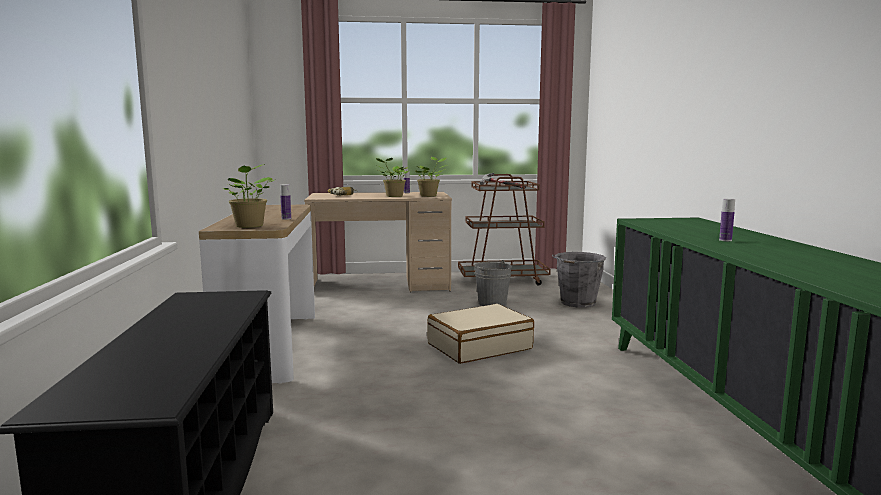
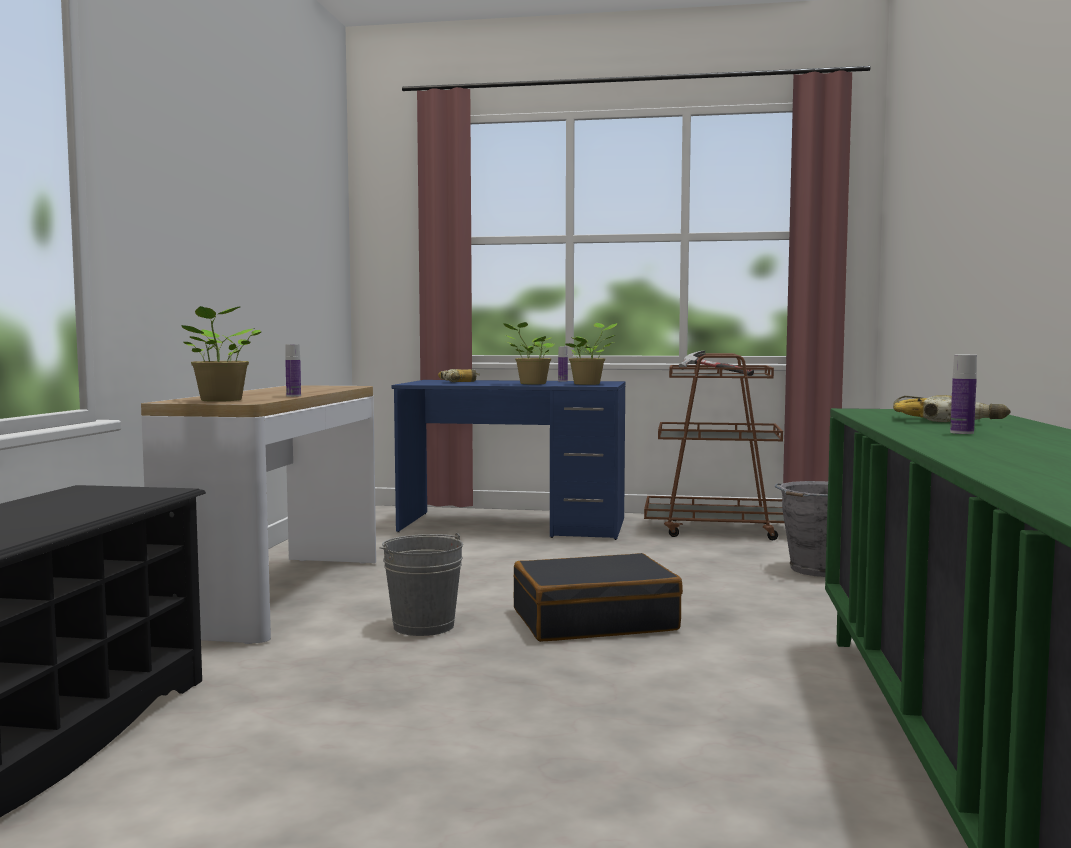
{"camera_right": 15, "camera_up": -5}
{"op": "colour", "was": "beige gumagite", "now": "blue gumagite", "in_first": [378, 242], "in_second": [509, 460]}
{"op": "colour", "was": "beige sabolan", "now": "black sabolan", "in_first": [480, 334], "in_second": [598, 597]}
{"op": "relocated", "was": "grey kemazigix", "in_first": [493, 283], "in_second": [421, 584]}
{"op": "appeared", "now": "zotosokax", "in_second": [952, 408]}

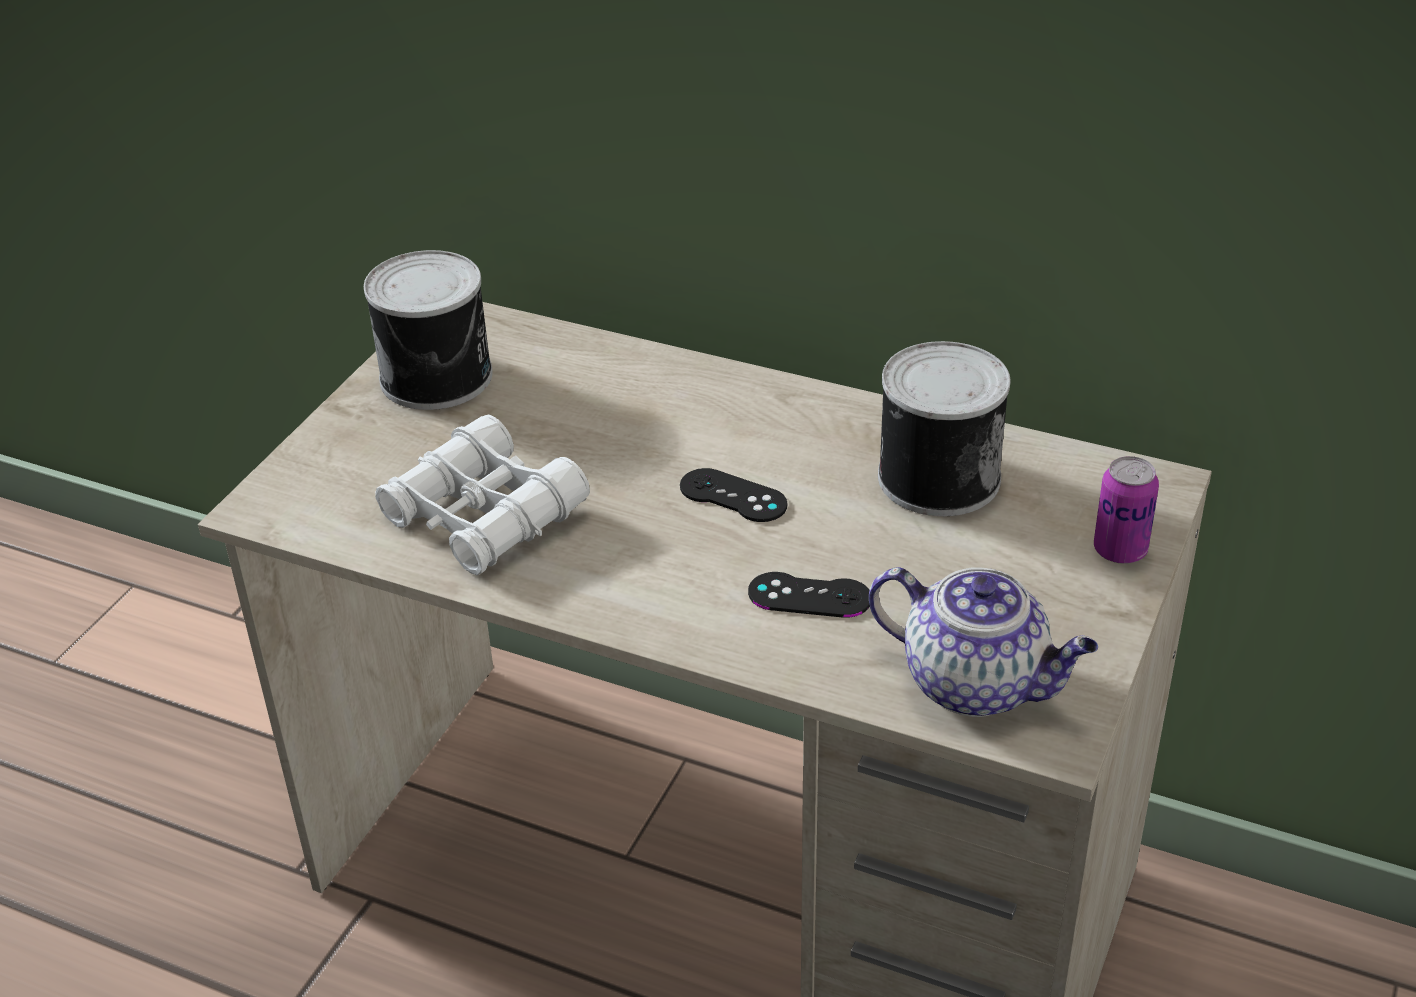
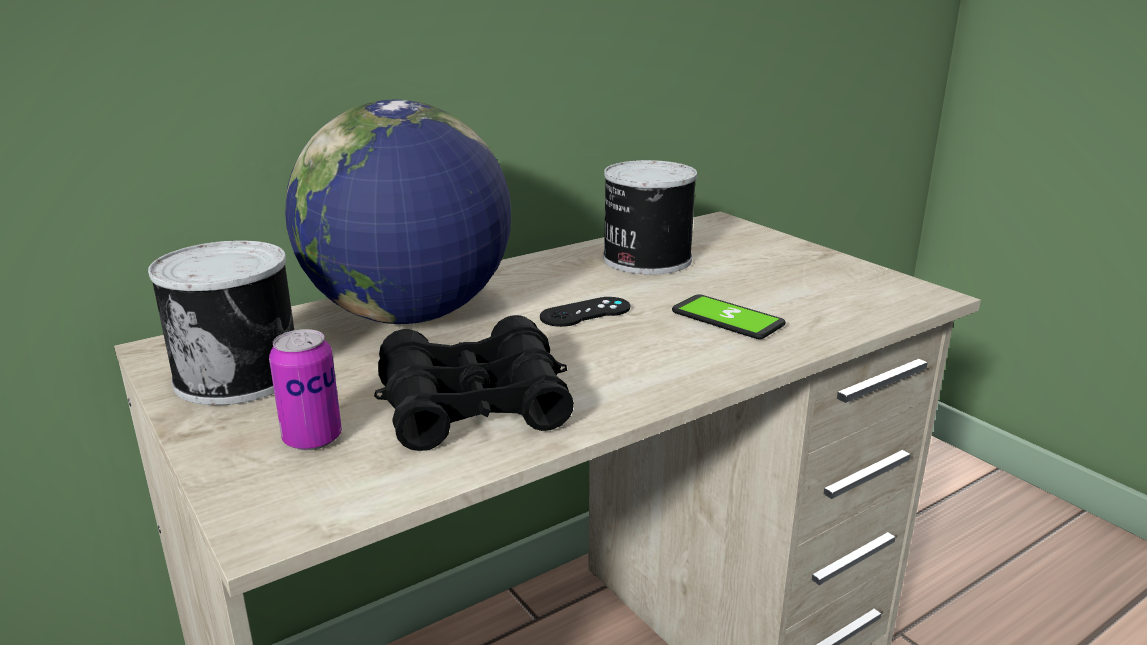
{"camera_right": -60, "camera_up": -15}
{"op": "colour", "was": "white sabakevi", "now": "black sabakevi", "in_first": [482, 495], "in_second": [474, 383]}
{"op": "exchanged", "was": "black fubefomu", "now": "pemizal", "in_first": [809, 595], "in_second": [729, 316]}
{"op": "missing", "was": "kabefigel", "in_first": [983, 642]}
{"op": "relocated", "was": "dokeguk", "in_first": [1126, 510], "in_second": [305, 389]}
{"op": "appeared", "now": "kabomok", "in_second": [398, 212]}

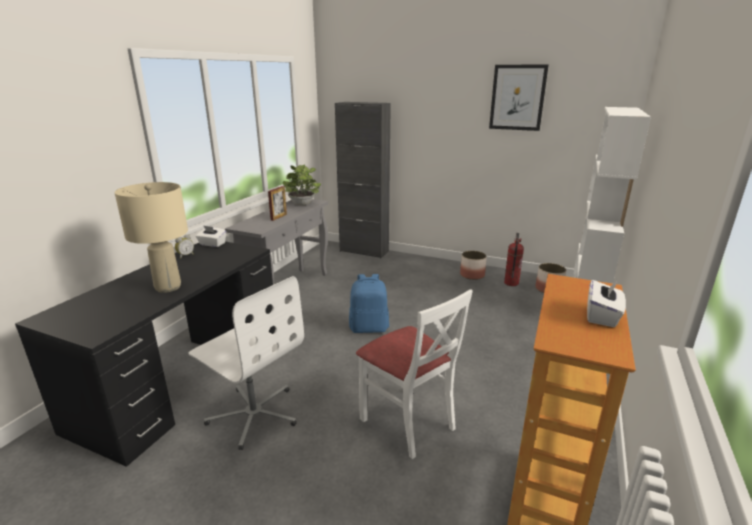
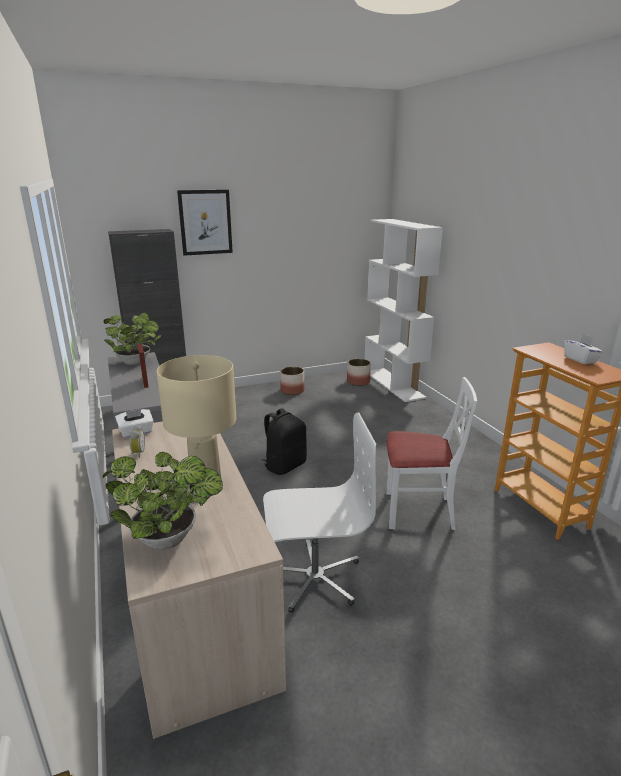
{"camera_right": -45, "camera_up": 0}
{"op": "colour", "was": "black gumagite", "now": "beige gumagite", "in_first": [145, 354], "in_second": [199, 580]}
{"op": "colour", "was": "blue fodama", "now": "black fodama", "in_first": [369, 303], "in_second": [284, 441]}
{"op": "relocated", "was": "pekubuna", "in_first": [519, 97], "in_second": [205, 223]}
{"op": "missing", "was": "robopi", "in_first": [514, 259]}
{"op": "appeared", "now": "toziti", "in_second": [162, 501]}

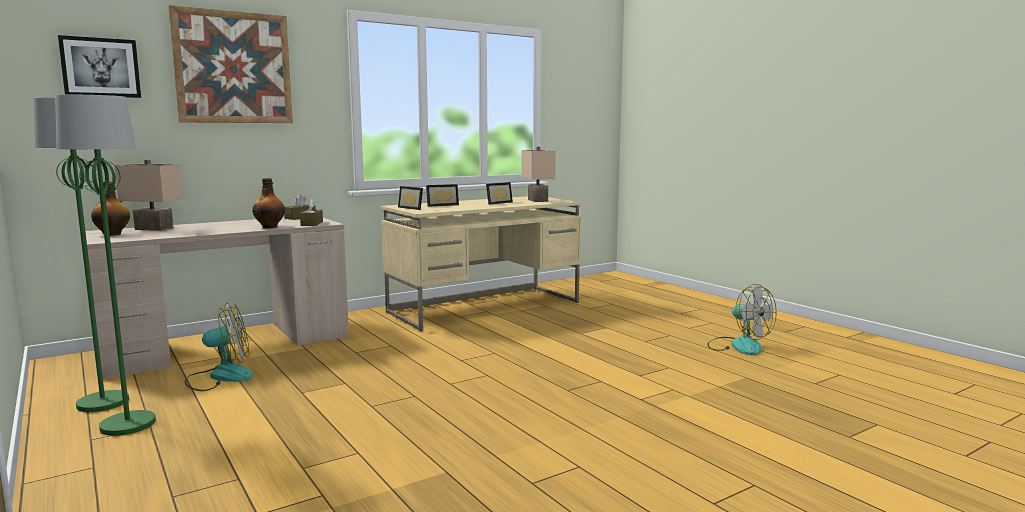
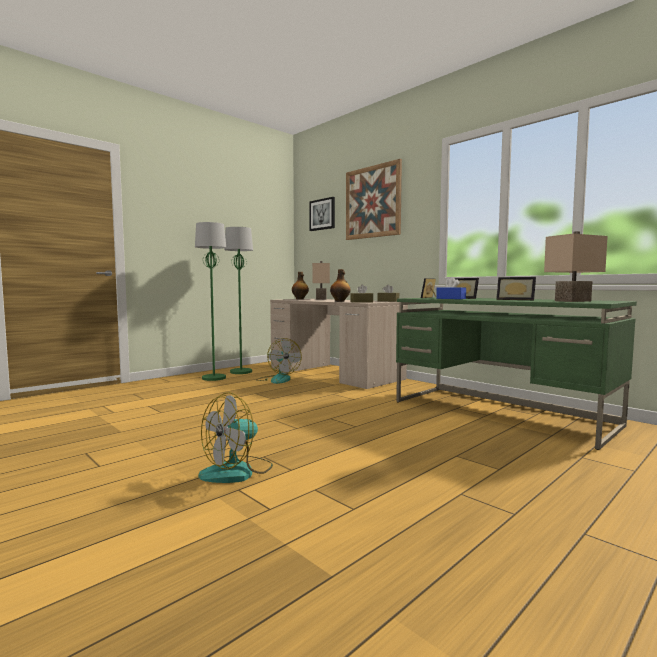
{"camera_right": 80, "camera_up": -5}
{"op": "colour", "was": "beige gumagite", "now": "green gumagite", "in_first": [481, 263], "in_second": [516, 373]}
{"op": "relocated", "was": "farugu", "in_first": [742, 319], "in_second": [235, 437]}
{"op": "appeared", "now": "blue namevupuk", "in_second": [451, 288]}

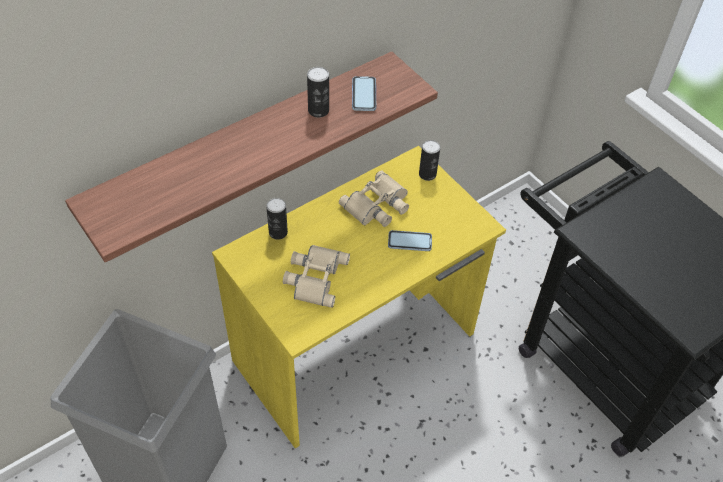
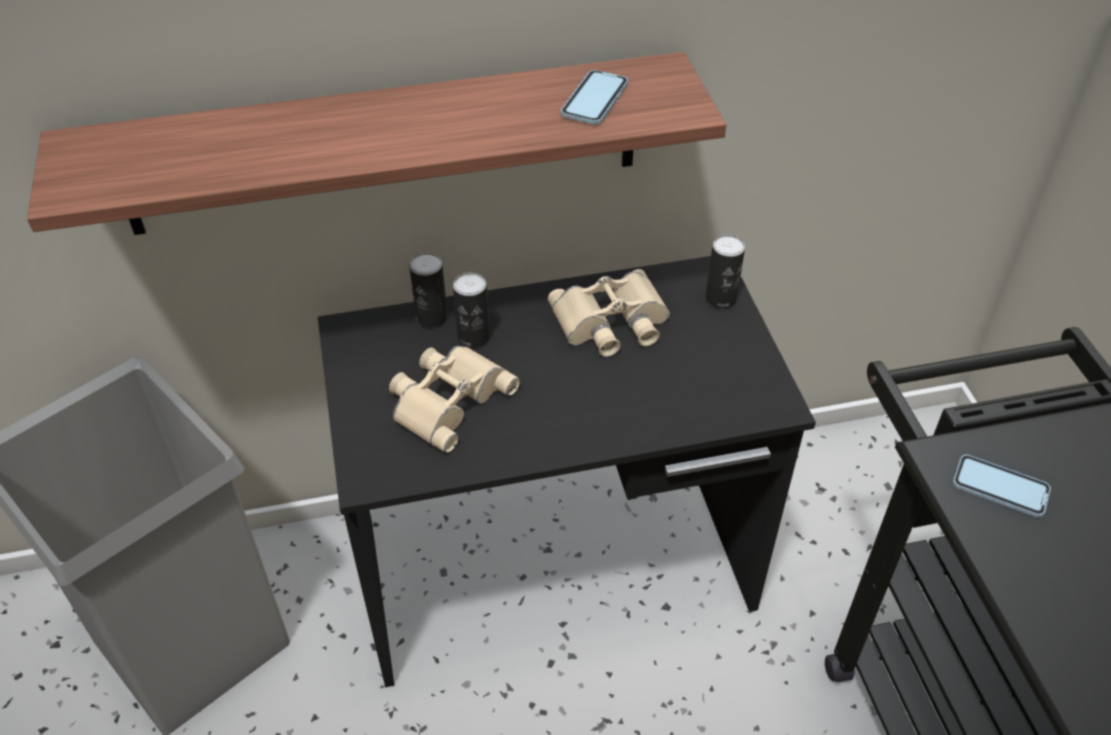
{"camera_right": 25, "camera_up": -5}
{"op": "colour", "was": "yellow gumagite", "now": "black gumagite", "in_first": [359, 297], "in_second": [567, 471]}
{"op": "relocated", "was": "dokeguk", "in_first": [318, 92], "in_second": [471, 310]}
{"op": "relocated", "was": "pemizal", "in_first": [410, 240], "in_second": [1002, 486]}

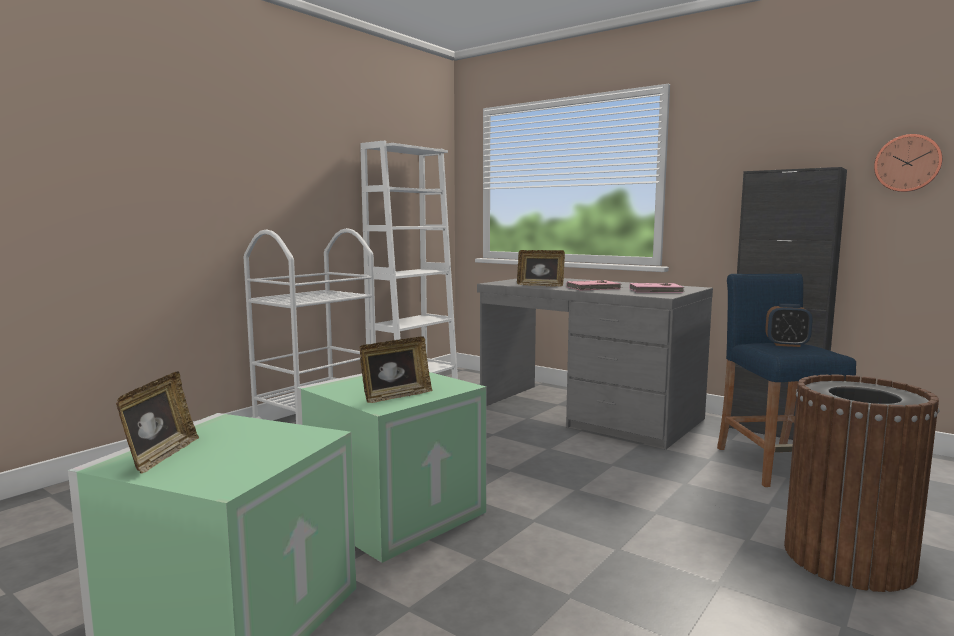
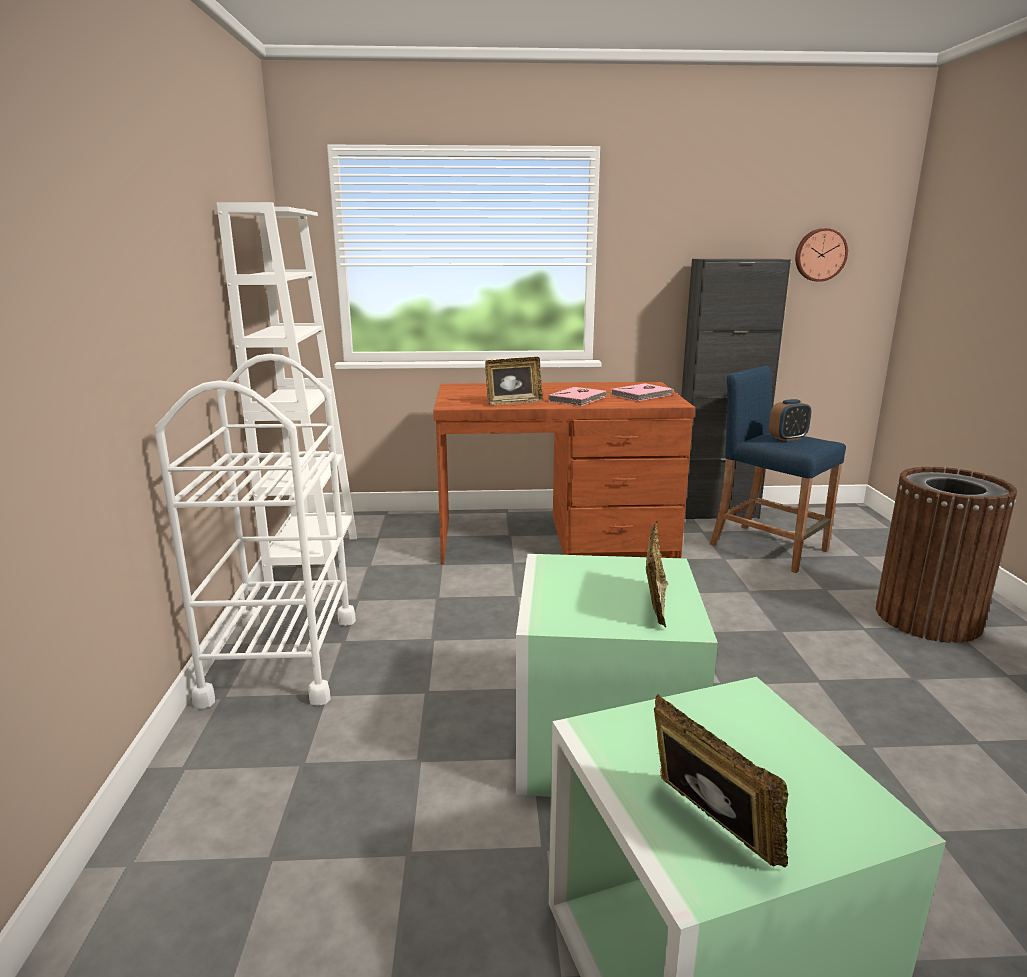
{"camera_right": -40, "camera_up": 10}
{"op": "colour", "was": "grey gumagite", "now": "brown gumagite", "in_first": [595, 364], "in_second": [564, 473]}

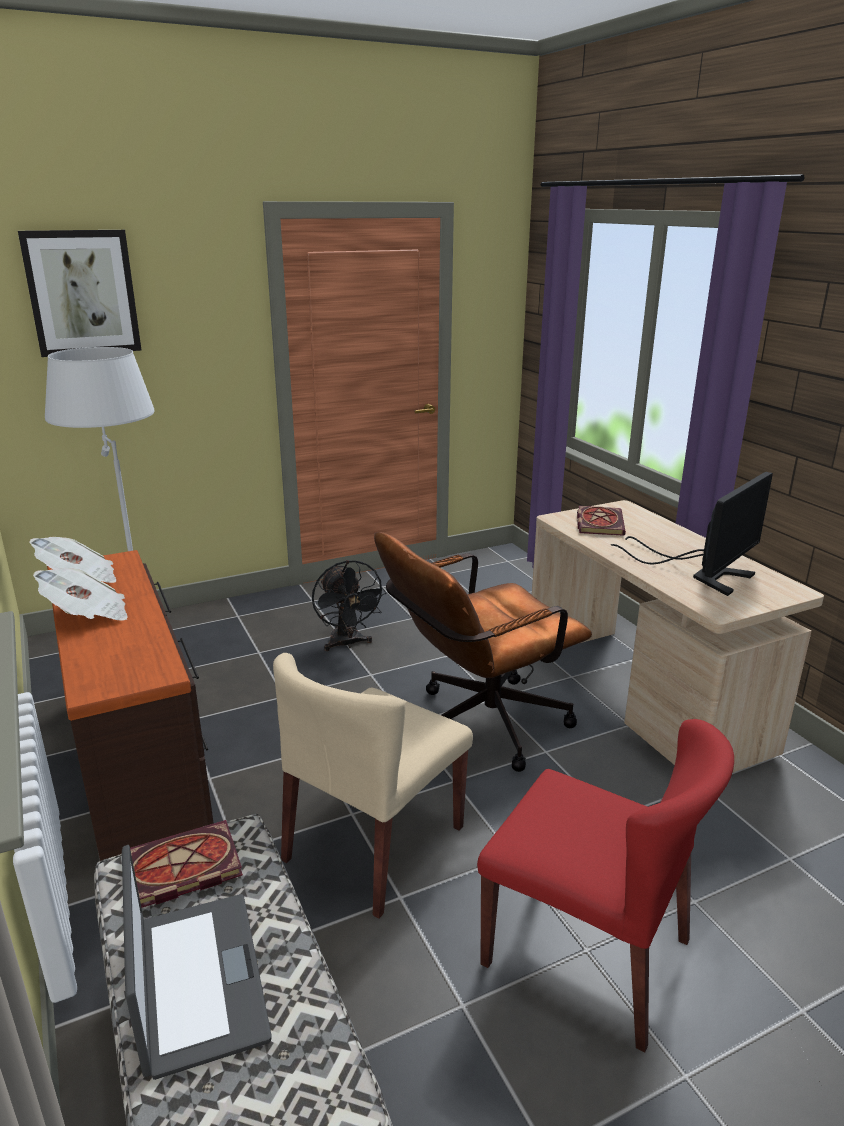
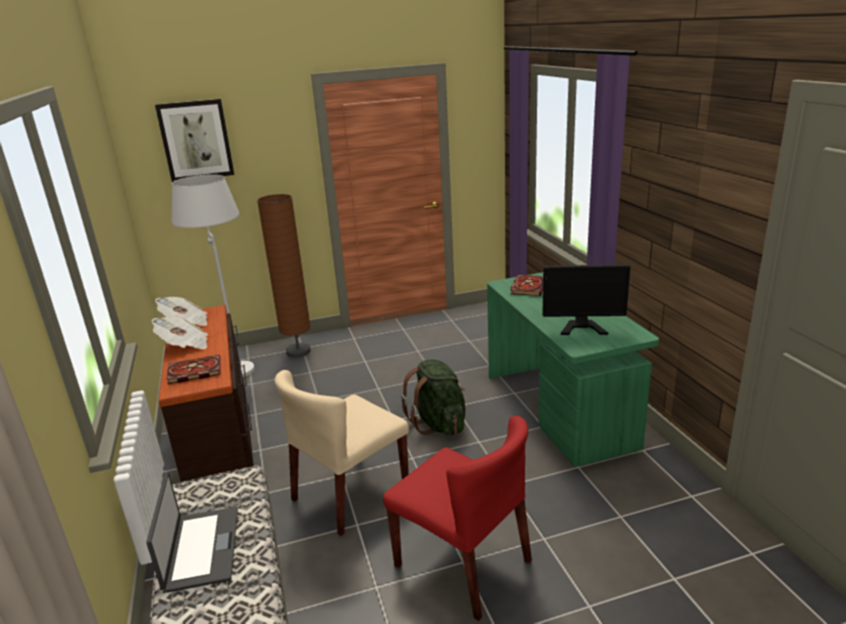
{"camera_right": 10, "camera_up": 0}
{"op": "relocated", "was": "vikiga", "in_first": [186, 864], "in_second": [193, 369]}
{"op": "missing", "was": "black farugu", "in_first": [349, 605]}
{"op": "exchanged", "was": "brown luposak", "now": "green fodama", "in_first": [483, 652], "in_second": [433, 397]}
{"op": "colour", "was": "beige gumagite", "now": "green gumagite", "in_first": [678, 636], "in_second": [573, 369]}
{"op": "spun", "was": "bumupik", "in_first": [692, 534], "in_second": [586, 299], "clockwise": 45}
{"op": "appeared", "now": "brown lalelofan", "in_second": [284, 276]}

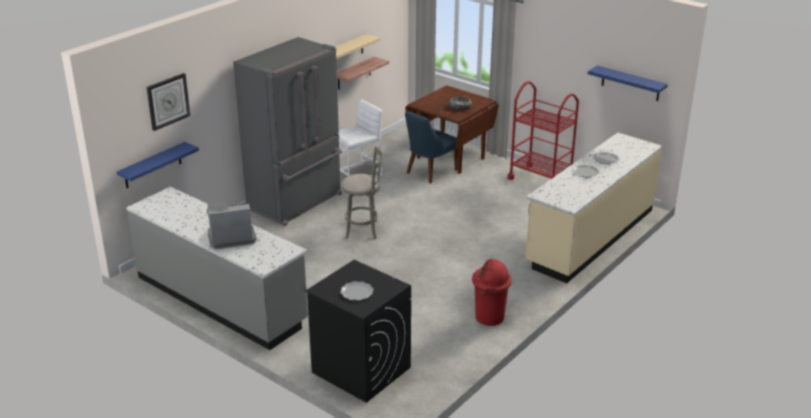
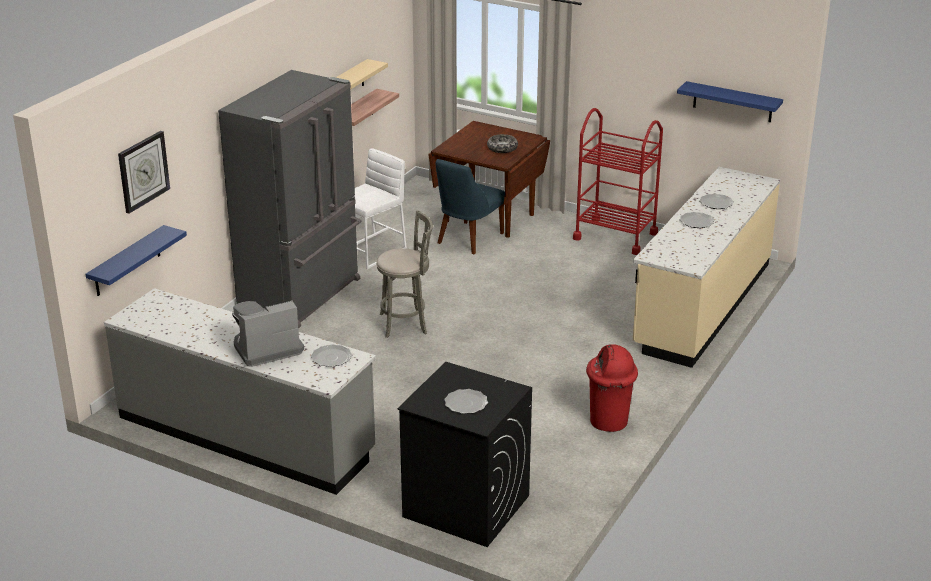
{"camera_right": -10, "camera_up": 0}
{"op": "appeared", "now": "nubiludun", "in_second": [331, 355]}

